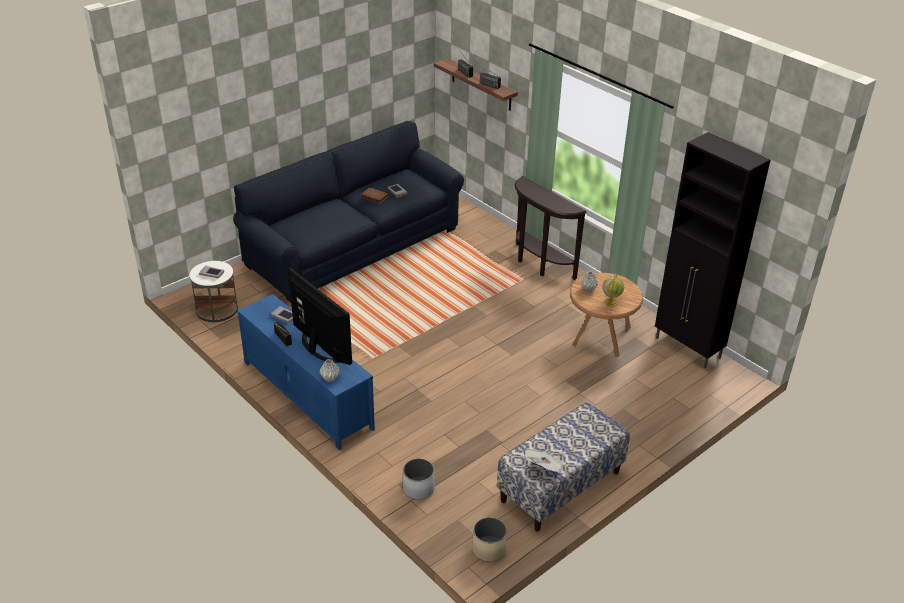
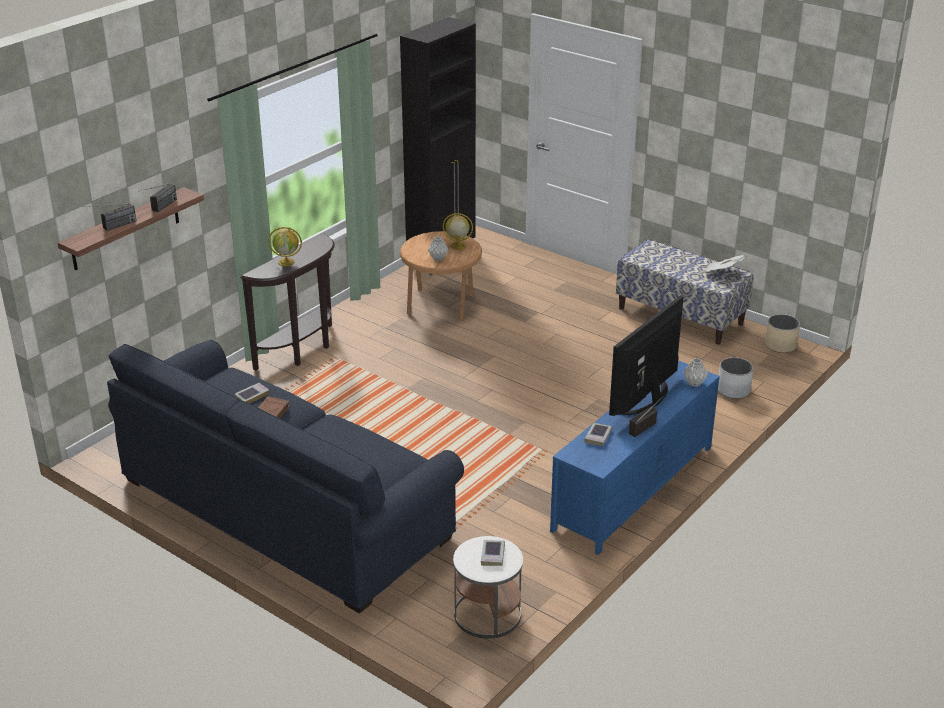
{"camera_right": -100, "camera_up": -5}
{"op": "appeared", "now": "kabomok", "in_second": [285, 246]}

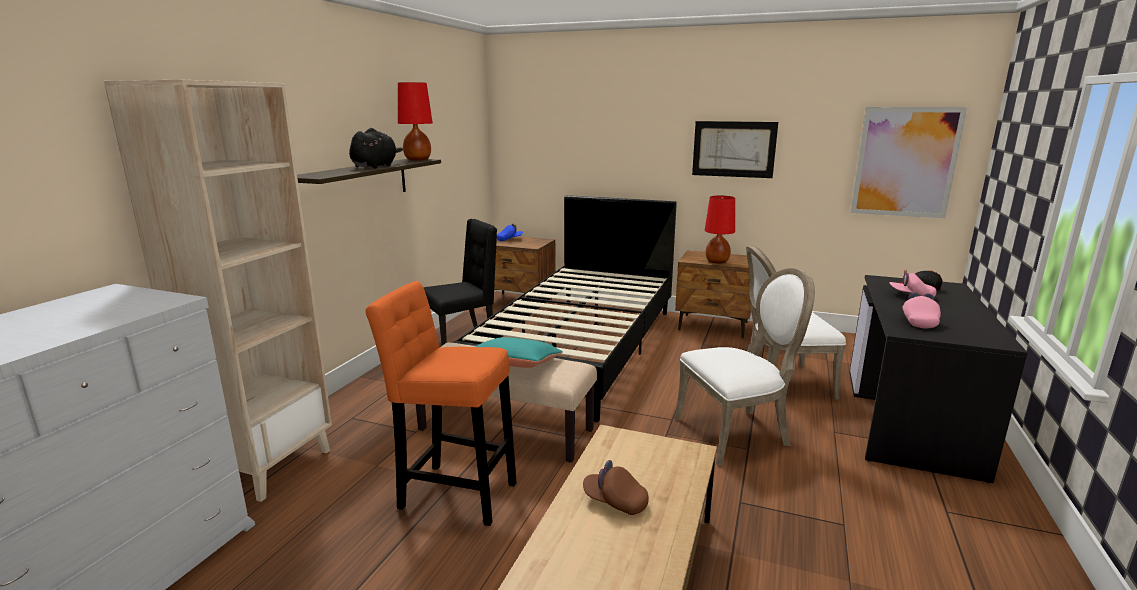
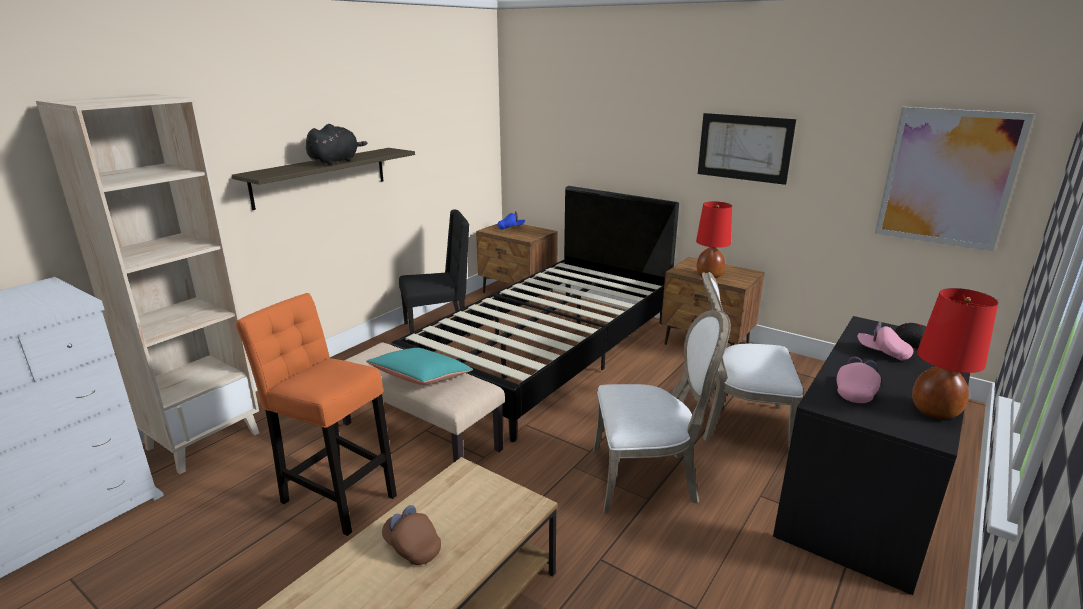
{"camera_right": 15, "camera_up": 5}
{"op": "relocated", "was": "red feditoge", "in_first": [415, 121], "in_second": [955, 354]}

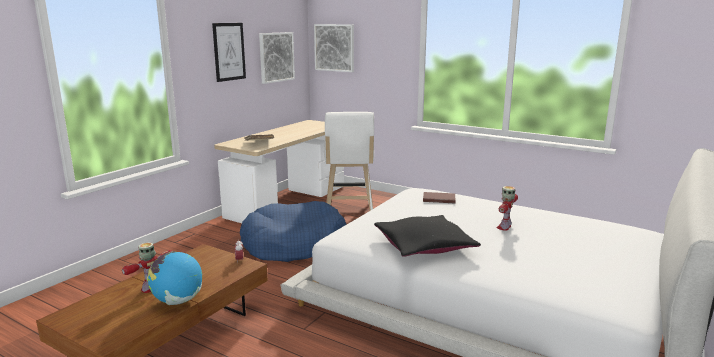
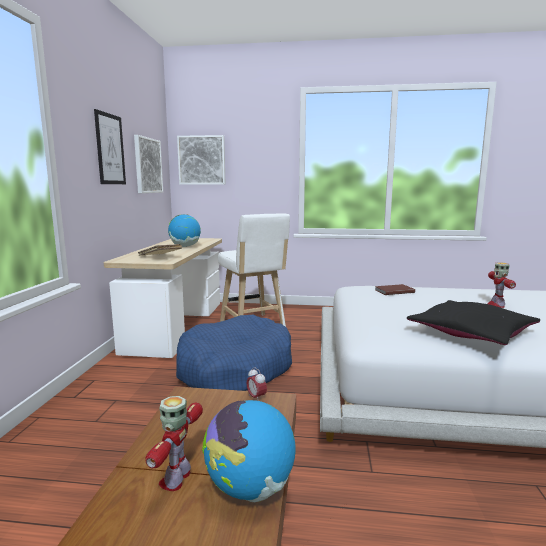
{"camera_right": -25, "camera_up": -5}
{"op": "appeared", "now": "kabomok", "in_second": [184, 230]}

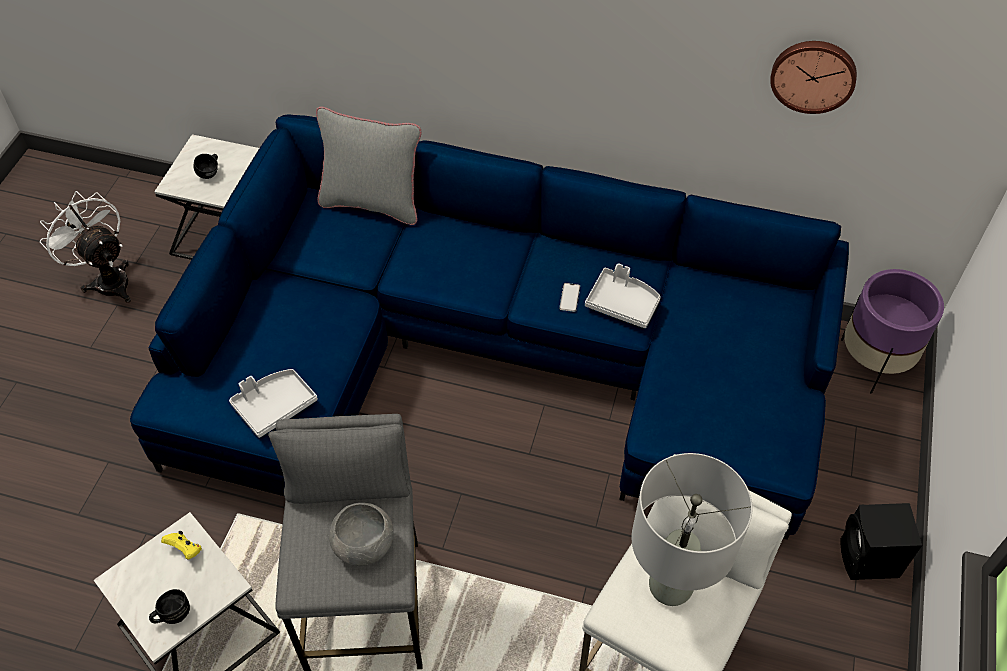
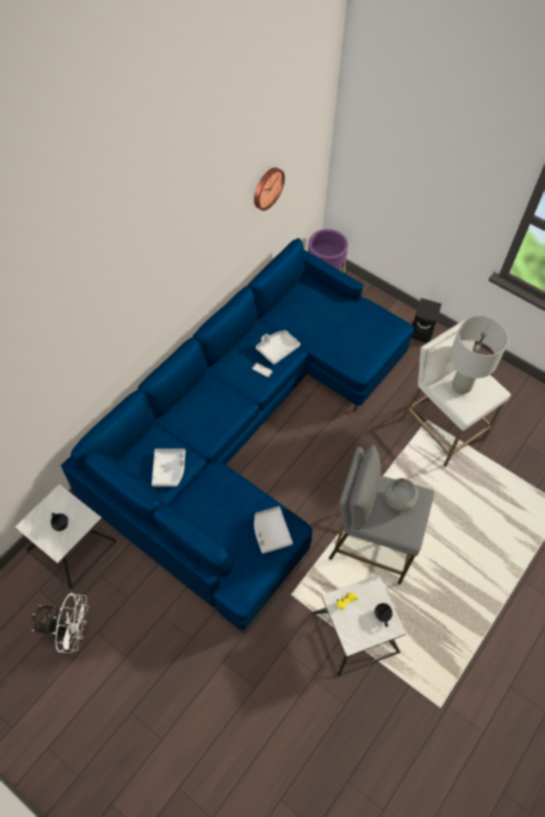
{"camera_right": -70, "camera_up": 5}
{"op": "spun", "was": "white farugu", "in_first": [85, 247], "in_second": [60, 623], "clockwise": -150}
{"op": "missing", "was": "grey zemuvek", "in_first": [369, 166]}
{"op": "appeared", "now": "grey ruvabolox", "in_second": [168, 468]}

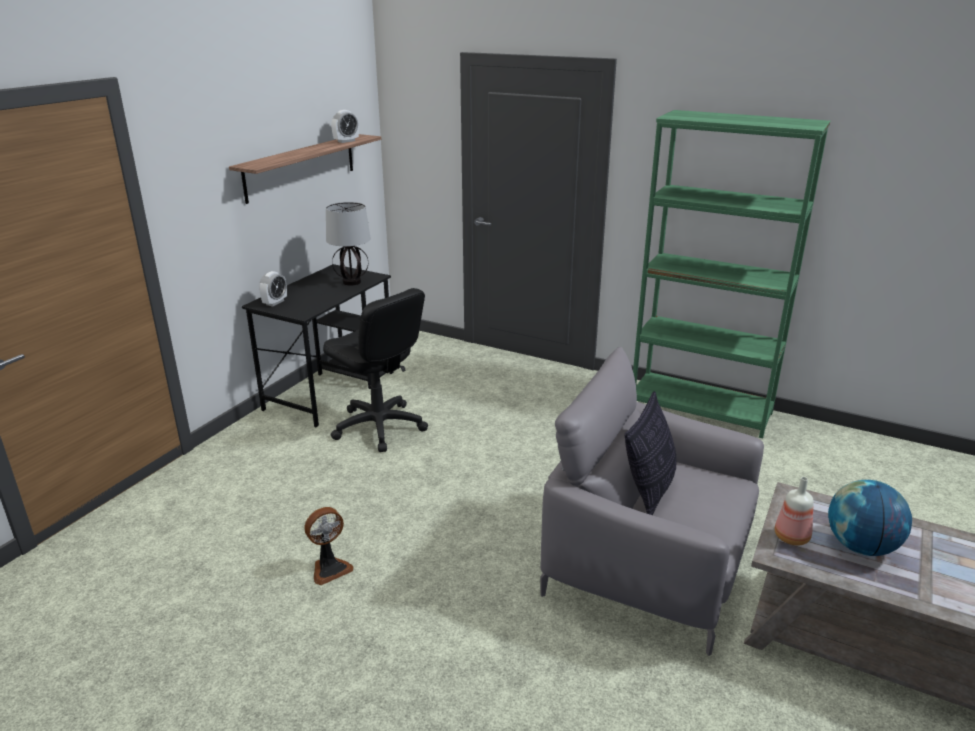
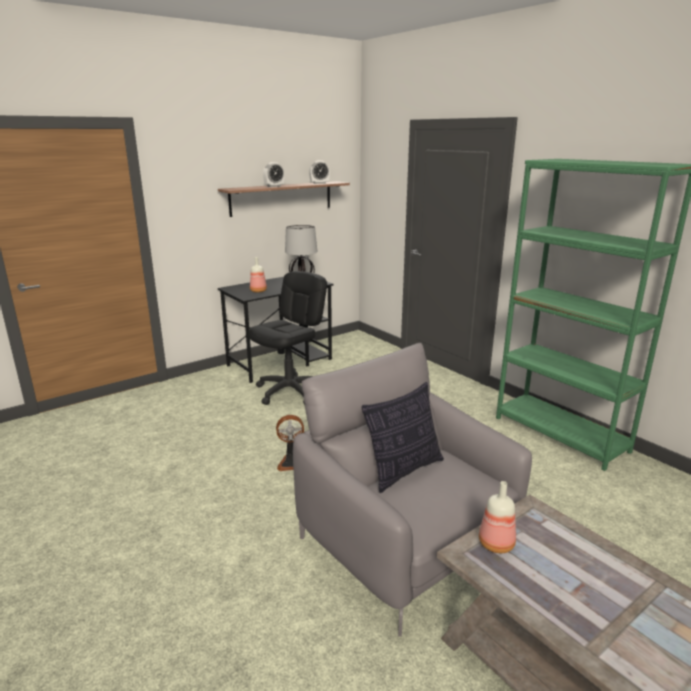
{"camera_right": 25, "camera_up": -5}
{"op": "relocated", "was": "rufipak", "in_first": [273, 289], "in_second": [273, 174]}
{"op": "relocated", "was": "farugu", "in_first": [329, 546], "in_second": [290, 443]}
{"op": "spun", "was": "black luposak", "in_first": [375, 370], "in_second": [288, 338], "clockwise": -120}
{"op": "missing", "was": "kabomok", "in_first": [870, 518]}
{"op": "appeared", "now": "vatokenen", "in_second": [258, 275]}

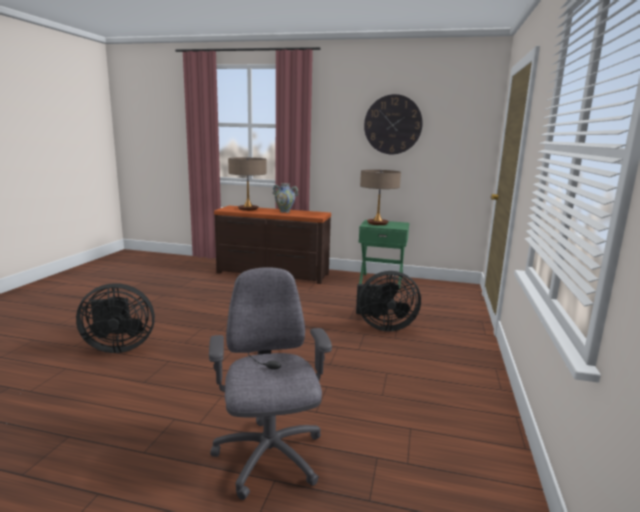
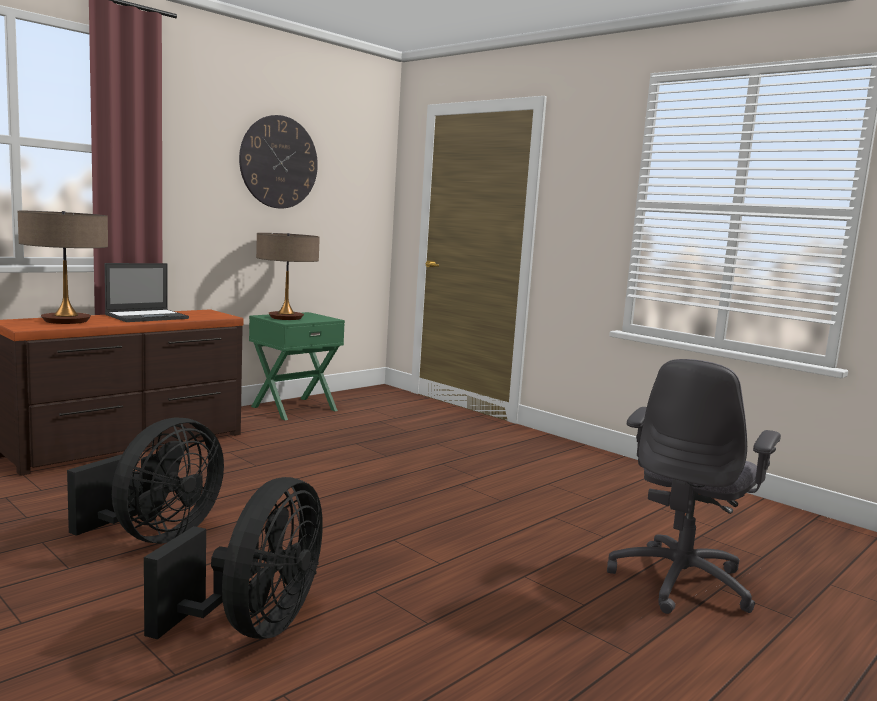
{"camera_right": -60, "camera_up": -5}
{"op": "spun", "was": "grey luposak", "in_first": [270, 383], "in_second": [694, 486], "clockwise": -75}
{"op": "exchanged", "was": "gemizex", "now": "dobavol", "in_first": [286, 198], "in_second": [147, 292]}
{"op": "relocated", "was": "black farugu", "in_first": [388, 301], "in_second": [145, 480]}

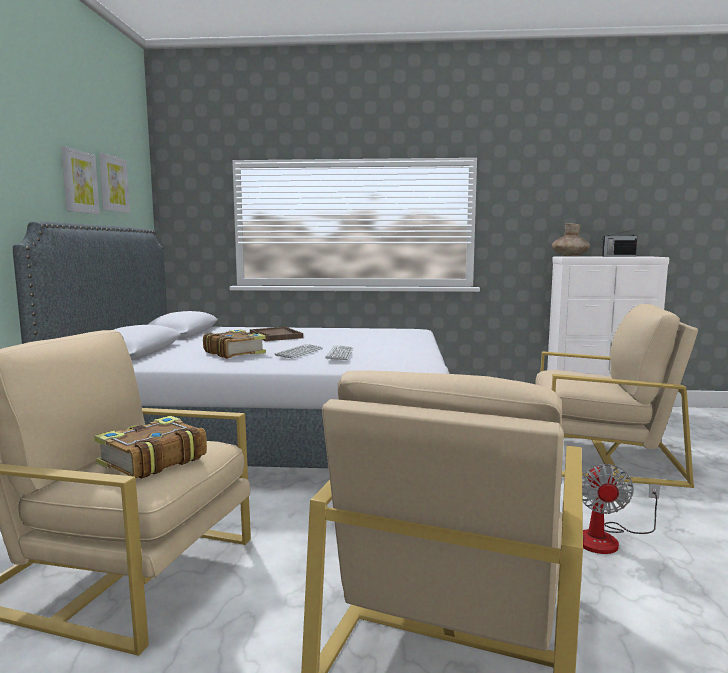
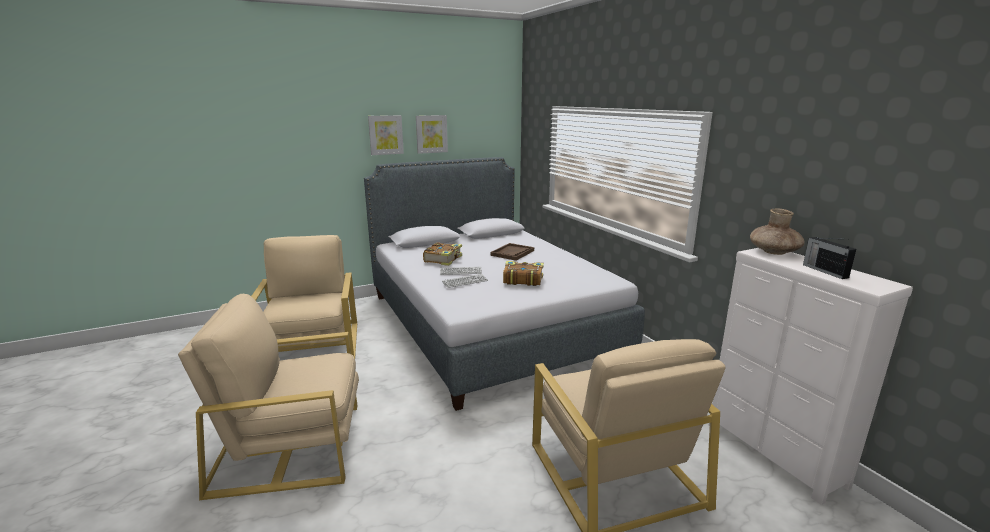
{"camera_right": 60, "camera_up": 10}
{"op": "relocated", "was": "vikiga", "in_first": [150, 447], "in_second": [523, 273]}
{"op": "relocated", "was": "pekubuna", "in_first": [114, 183], "in_second": [386, 135]}
{"op": "missing", "was": "farugu", "in_first": [621, 509]}

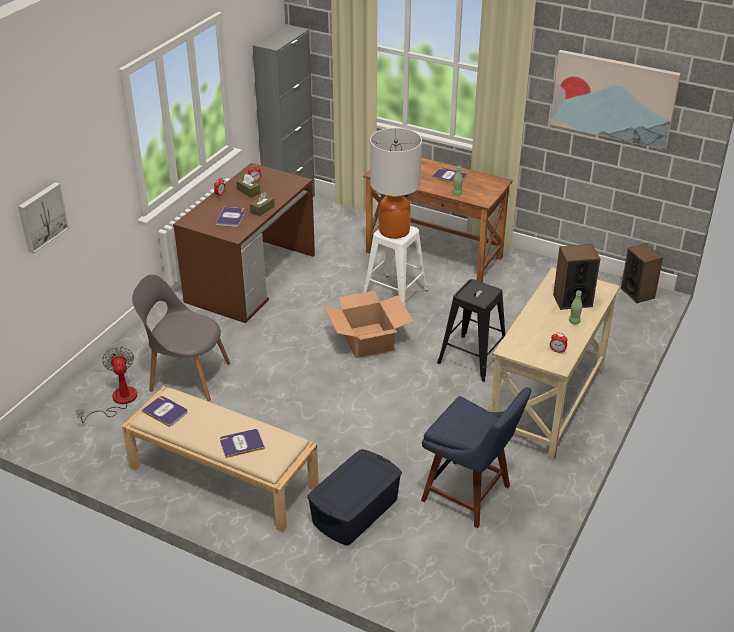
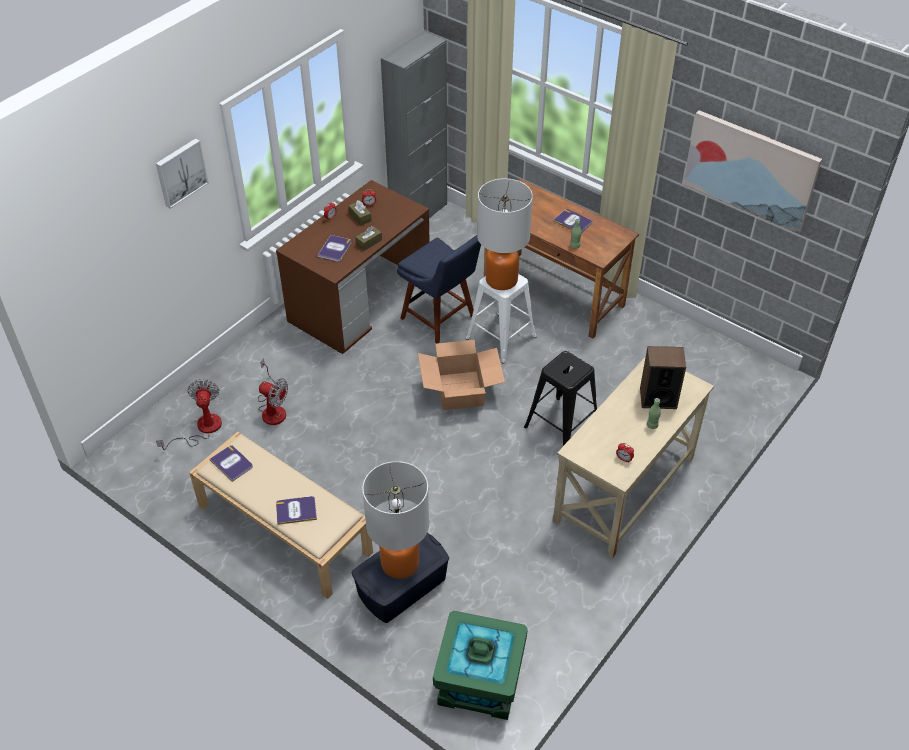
{"camera_right": 10, "camera_up": 10}
{"op": "relocated", "was": "pekubuna", "in_first": [43, 218], "in_second": [182, 173]}
{"op": "exchanged", "was": "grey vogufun", "now": "farugu", "in_first": [181, 338], "in_second": [273, 391]}
{"op": "relocated", "was": "blue vogufun", "in_first": [476, 457], "in_second": [439, 289]}
{"op": "missing", "was": "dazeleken", "in_first": [642, 273]}
{"op": "appeared", "now": "feditoge", "in_second": [395, 520]}
{"op": "appeared", "now": "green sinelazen", "in_second": [480, 665]}

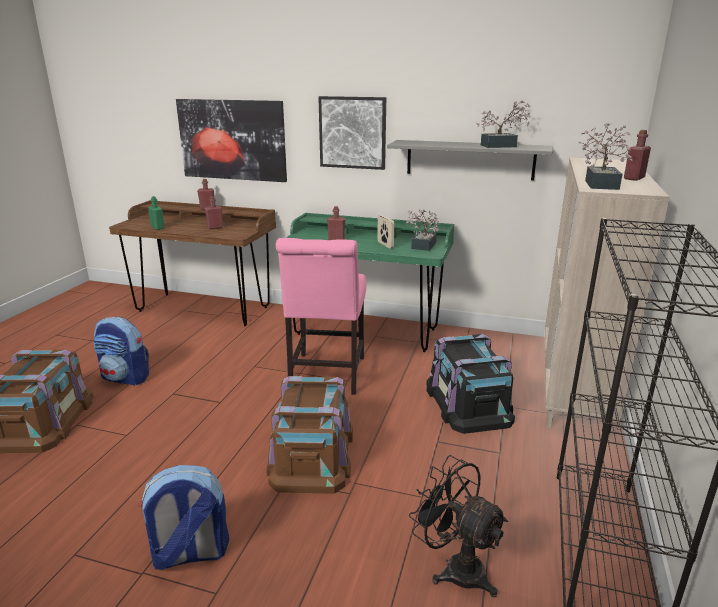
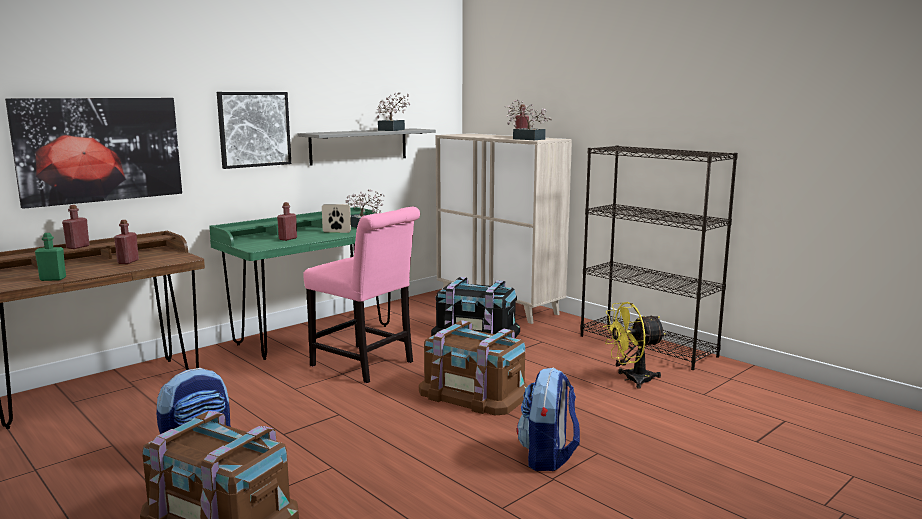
{"camera_right": -60, "camera_up": -10}
{"op": "colour", "was": "black farugu", "now": "yellow farugu", "in_first": [458, 526], "in_second": [634, 345]}

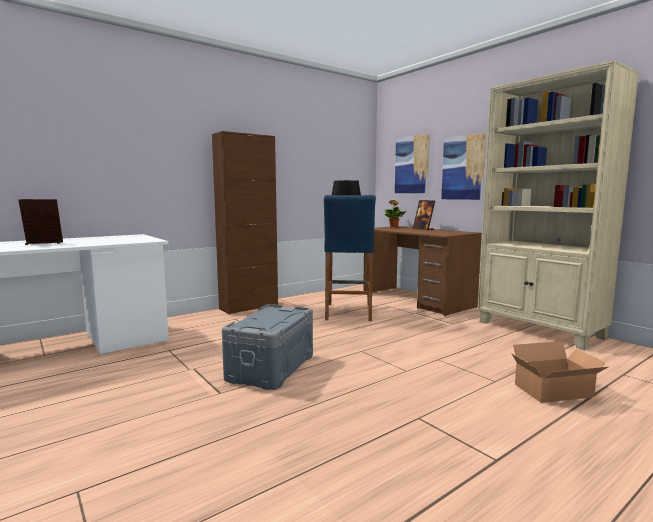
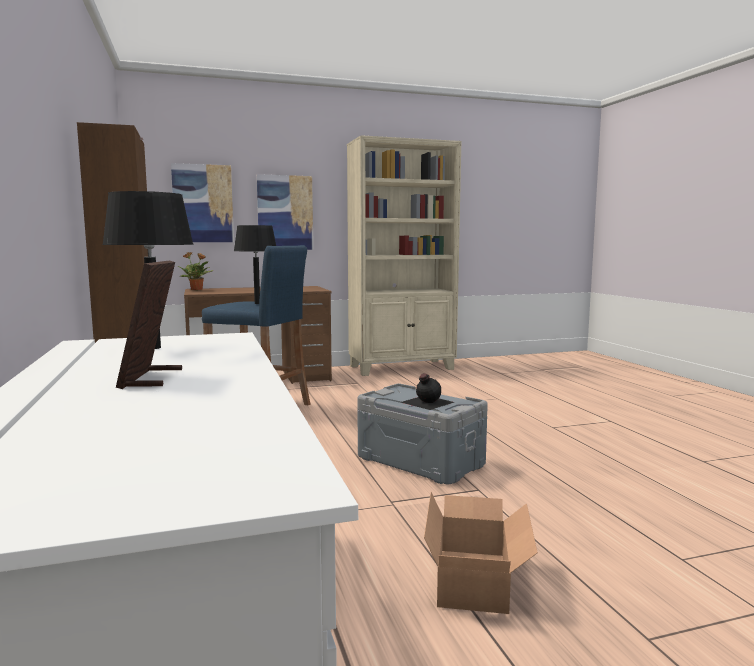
{"camera_right": -70, "camera_up": 0}
{"op": "missing", "was": "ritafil", "in_first": [424, 215]}
{"op": "relocated", "was": "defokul", "in_first": [560, 372], "in_second": [481, 553]}
{"op": "appeared", "now": "black feditoge", "in_second": [148, 270]}
{"op": "appeared", "now": "black vatokenen", "in_second": [427, 391]}

